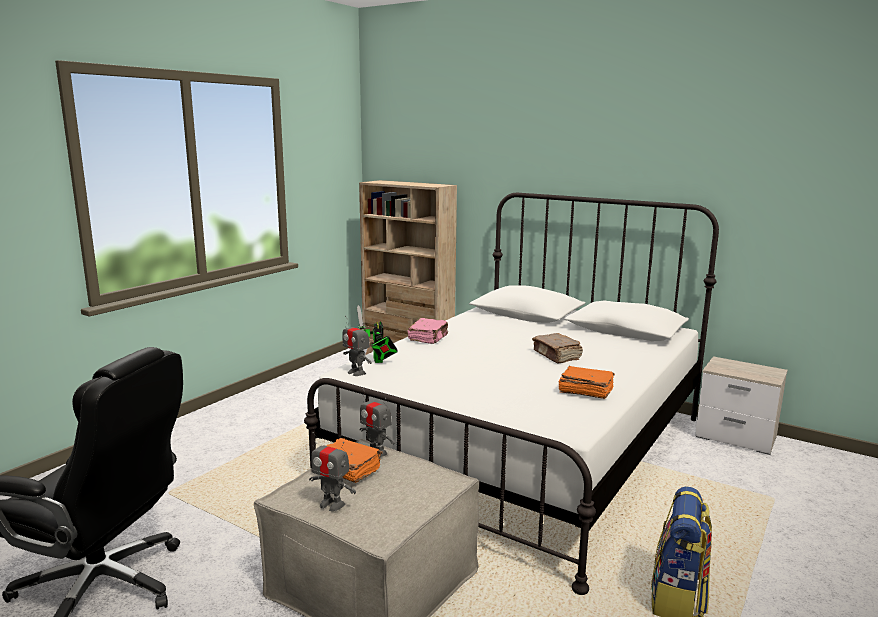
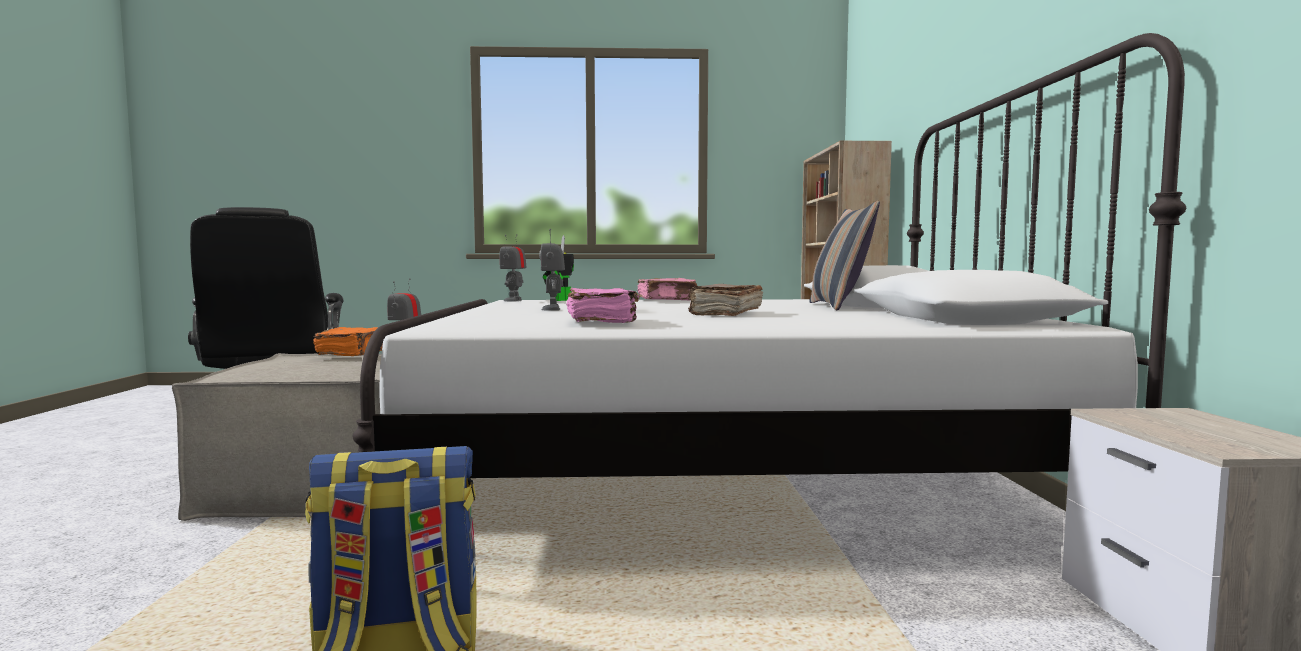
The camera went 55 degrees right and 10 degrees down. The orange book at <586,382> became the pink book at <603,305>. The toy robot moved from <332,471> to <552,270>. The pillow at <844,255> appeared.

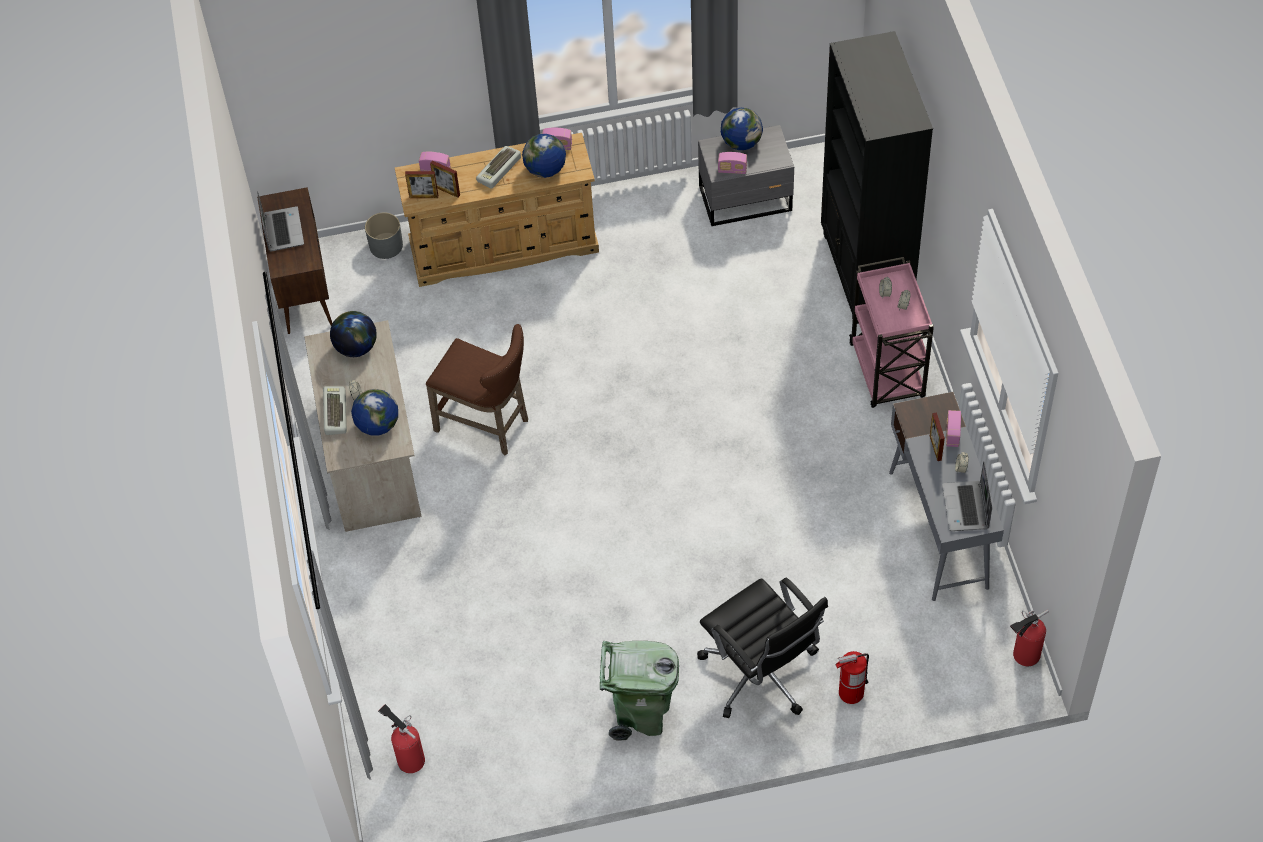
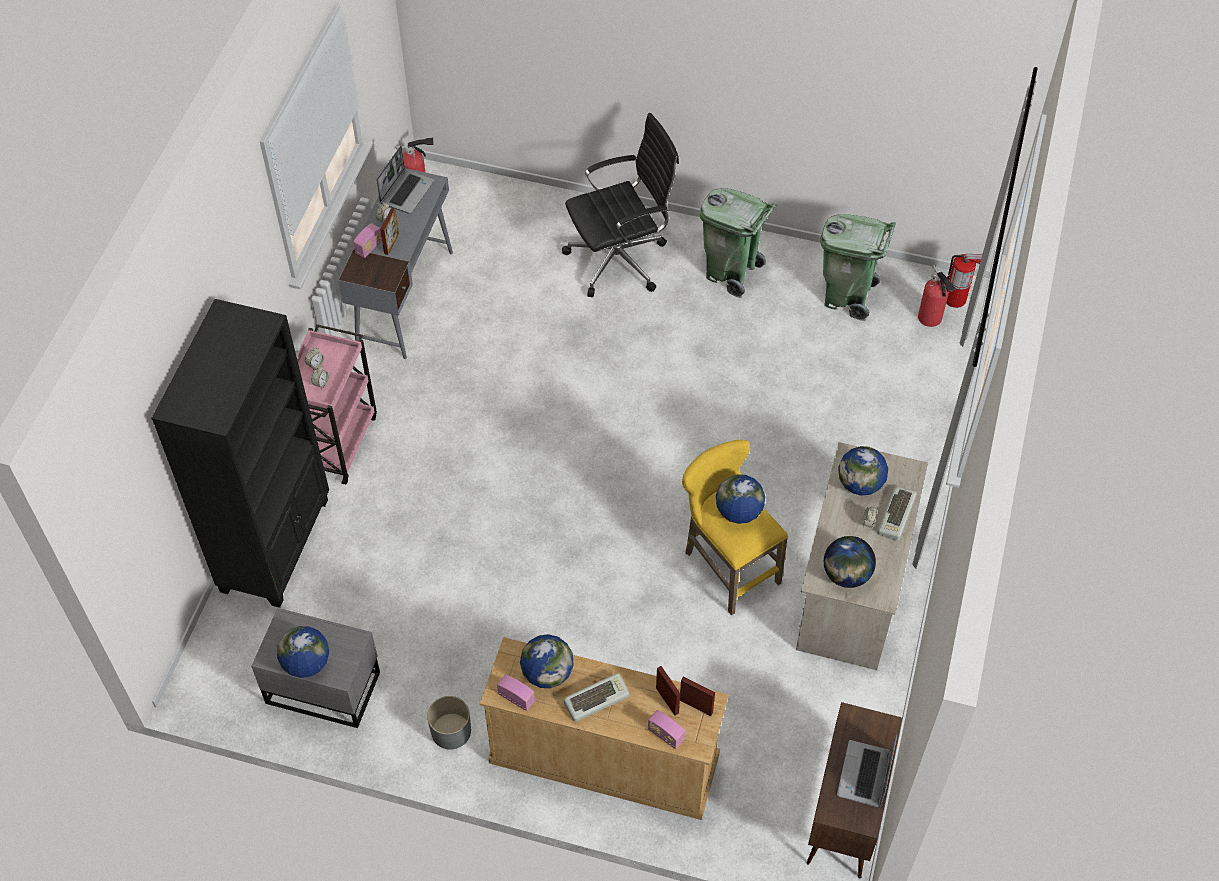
The camera went 155 degrees left and 0 degrees up. The radio at <732,163> disappeared. The grey planter moved from <384,235> to <449,723>. The brown stool at <477,389> became the yellow stool at <735,527>. The black office chair at <762,647> turned 75 degrees clockwise. The fire extinguisher moved from <852,677> to <964,281>. The green trash can at <858,267> appeared. The globe at <740,499> appeared.

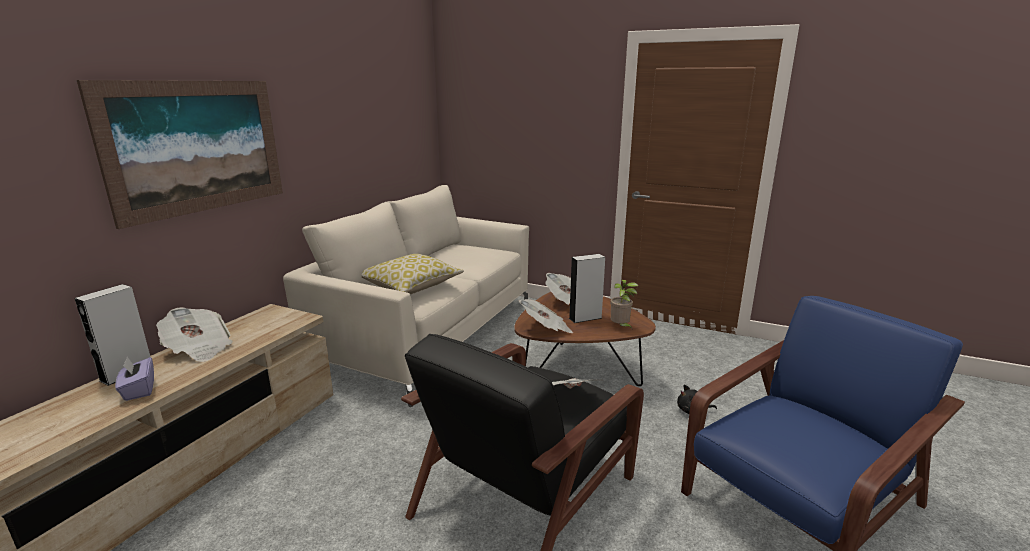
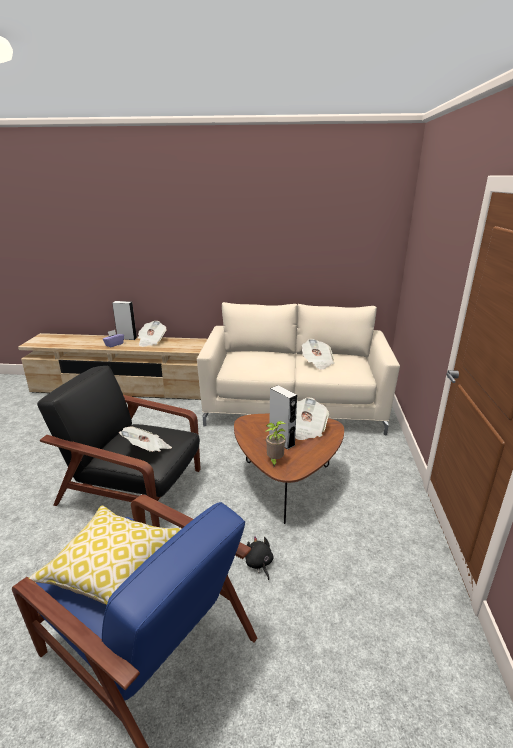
The camera went 70 degrees right and 5 degrees up. The picture at <180,154> disappeared. The pillow moved from <412,274> to <105,555>. The newspaper moved from <545,316> to <318,354>.

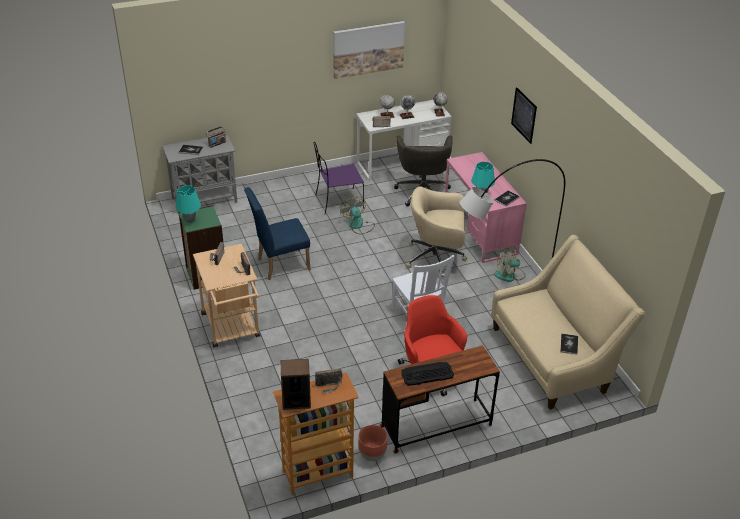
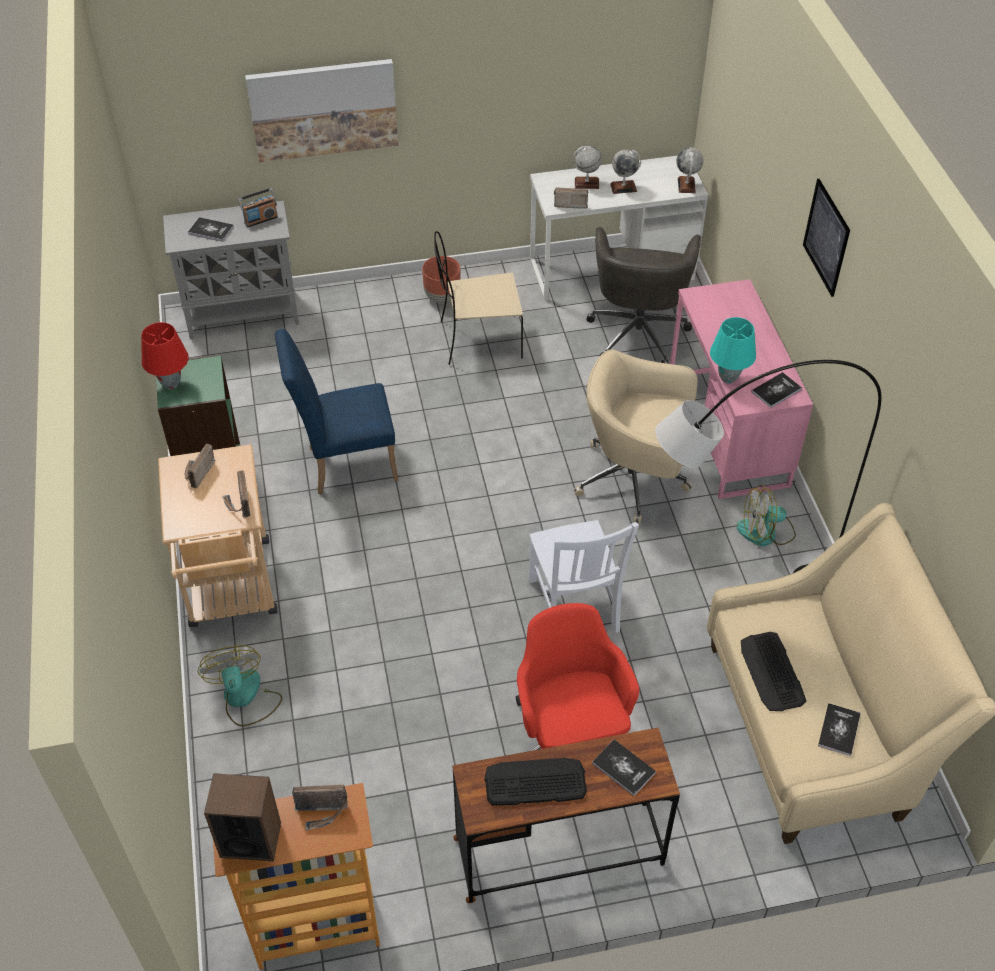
The camera went 10 degrees right and 10 degrees up. The picture moved from <369,50> to <321,110>. The purple chair at <338,178> became the beige chair at <478,298>. The turquoise table lamp at <188,204> became the red table lamp at <165,355>. The fan moved from <357,215> to <240,685>. The brown planter moved from <373,443> to <441,279>. The keyboard at <773,671> appeared. The book at <624,768> appeared.

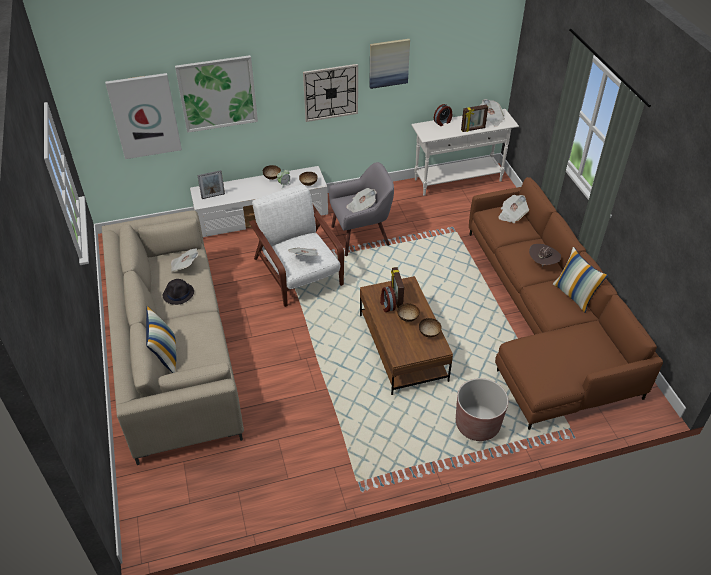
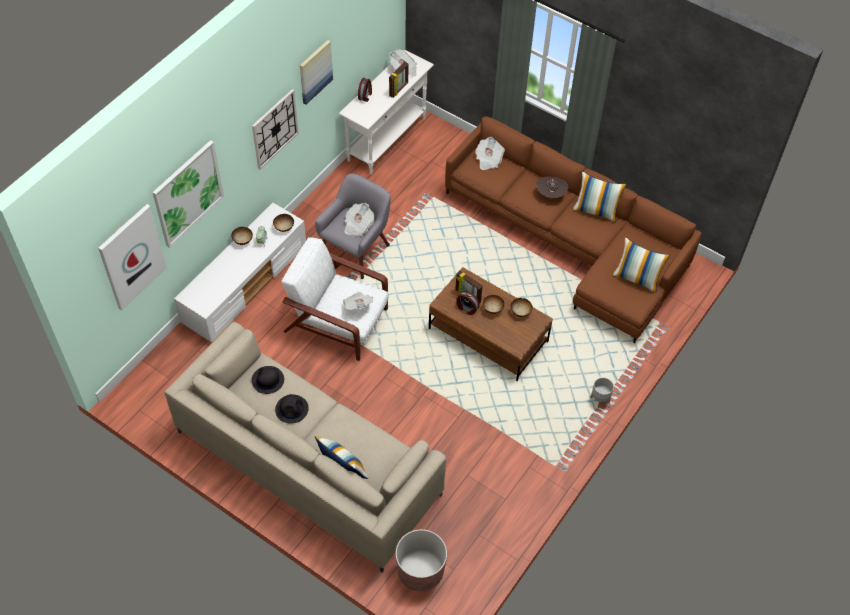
The camera went 40 degrees left and 10 degrees up. The picture frame at <211,184> disappeared. The newspaper at <184,260> was replaced by the black hat at <267,380>. The brown planter moved from <482,409> to <421,560>. The pillow at <641,265> appeared. The grey planter at <602,393> appeared.

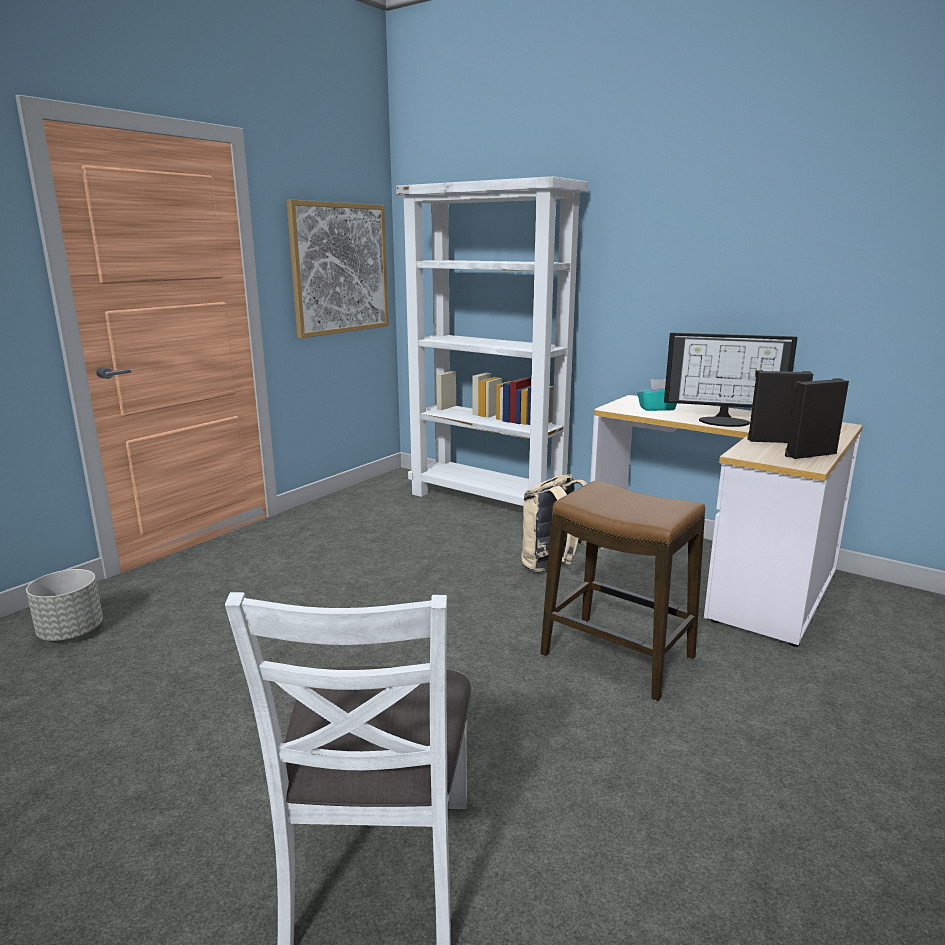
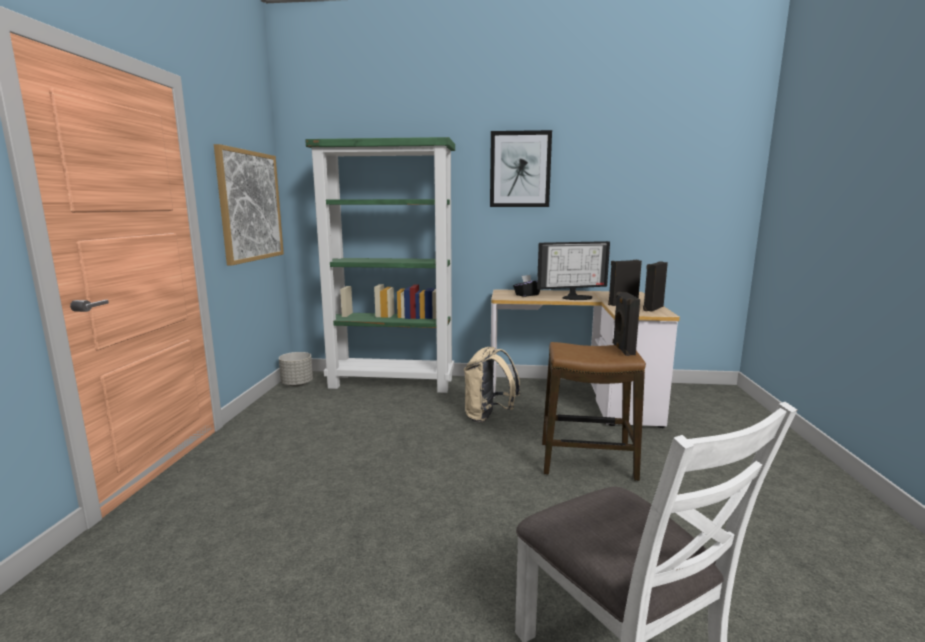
The camera went 30 degrees left and 5 degrees down. The white bookcase at <492,341> became the green bookcase at <380,265>. The turquoise tissue box at <657,395> became the black tissue box at <526,286>. The grey planter moved from <64,605> to <296,369>. The picture at <521,168> appeared. The black speaker at <626,324> appeared.

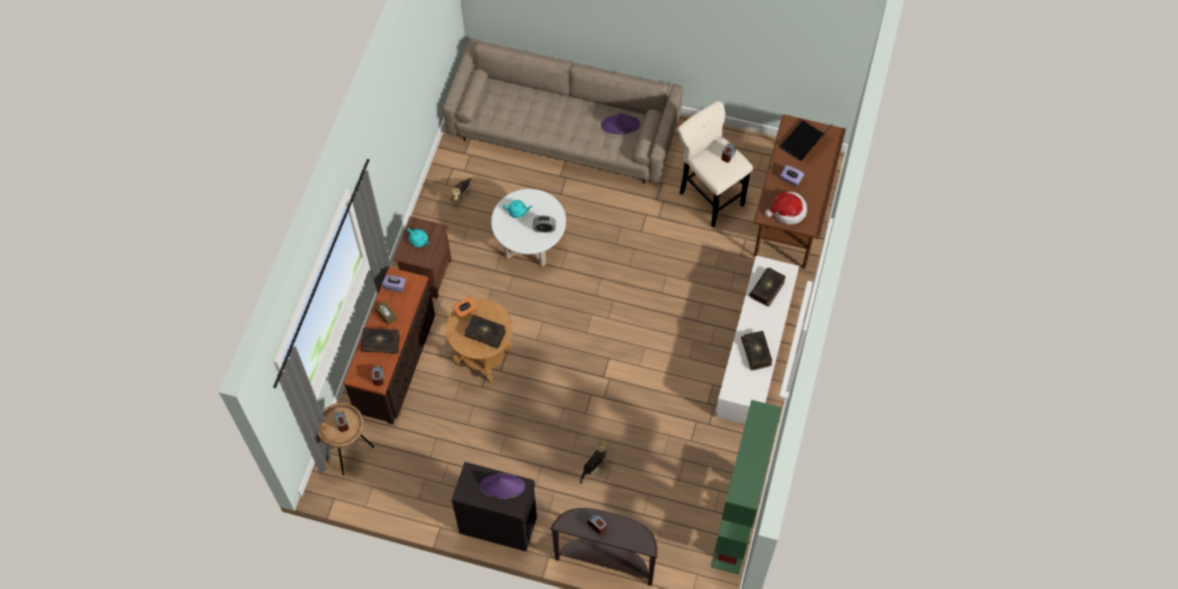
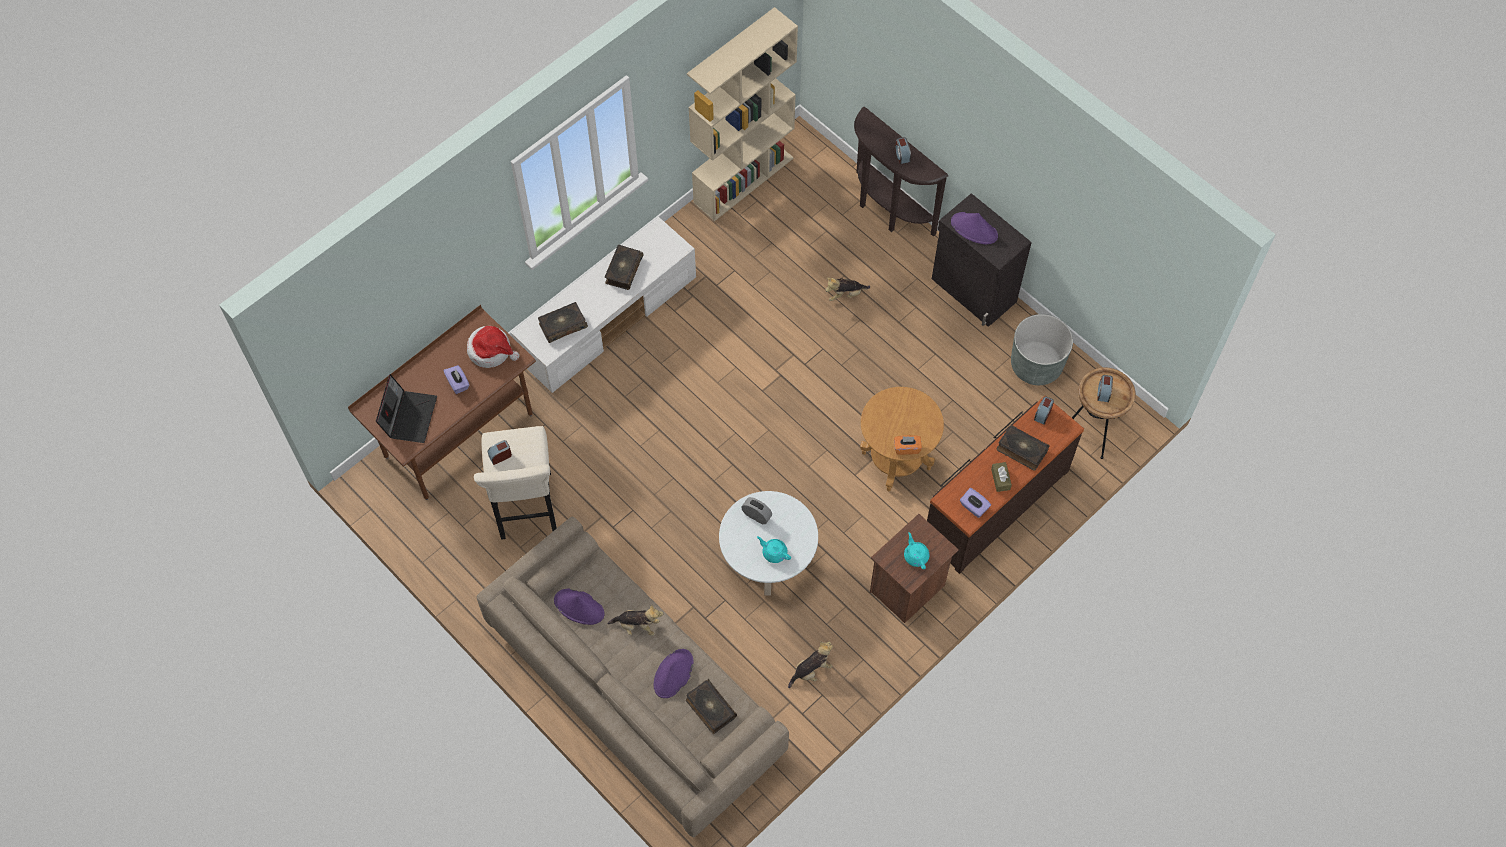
The camera went 150 degrees left and 0 degrees up. The laptop at <806,141> turned 60 degrees counterclockwise. The book moved from <485,332> to <711,706>. The green bookcase at <746,487> became the beige bookcase at <742,114>. The grey planter at <1042,349> appeared. The plush toy at <635,620> appeared. The purple hat at <674,673> appeared.

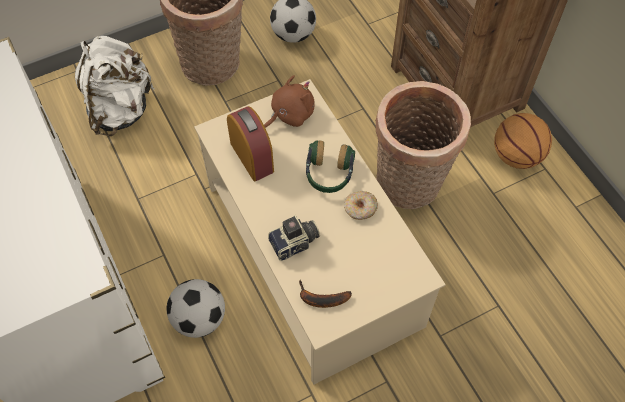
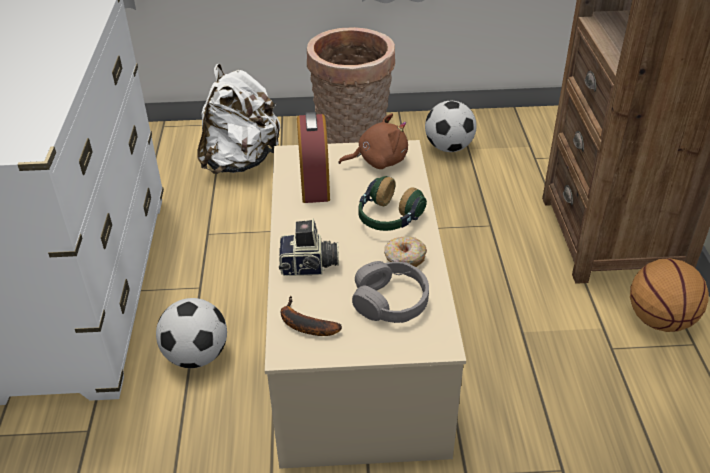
The camera went 25 degrees right and 20 degrees down. The basket at <423,145> disappeared. The grey headphones at <390,292> appeared.

